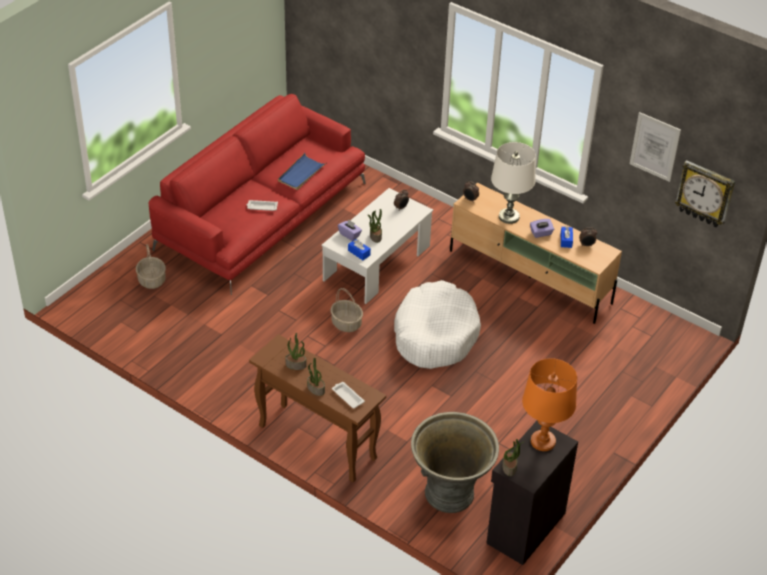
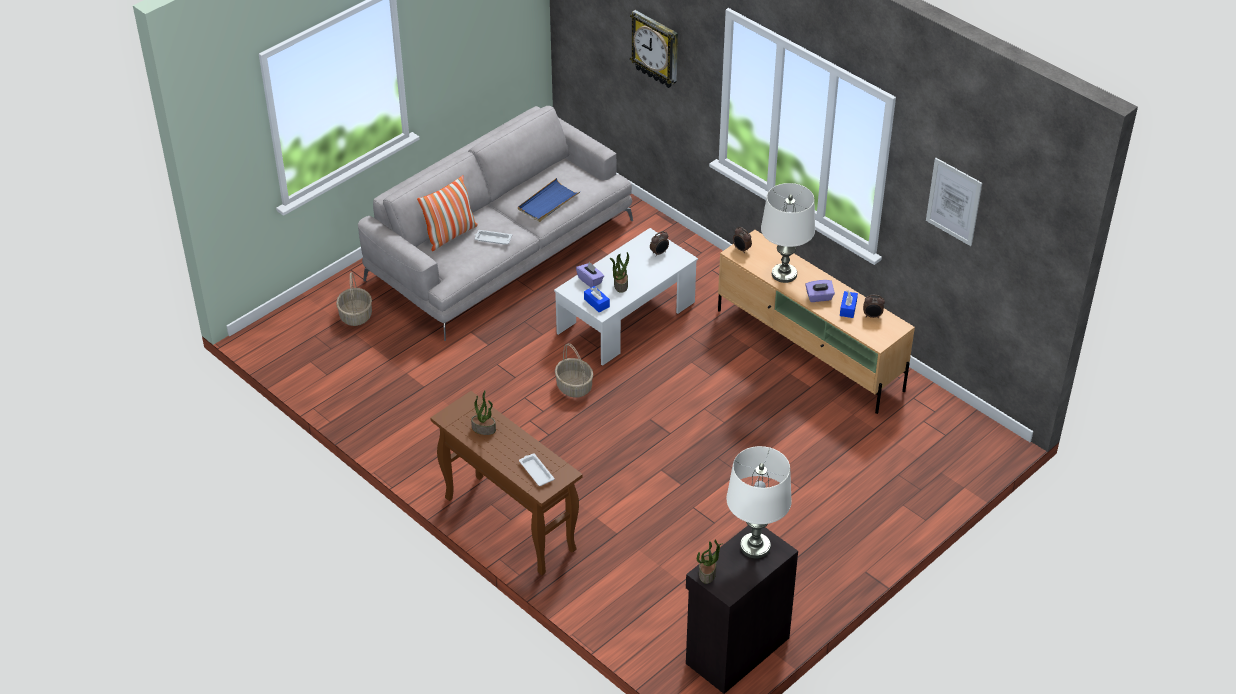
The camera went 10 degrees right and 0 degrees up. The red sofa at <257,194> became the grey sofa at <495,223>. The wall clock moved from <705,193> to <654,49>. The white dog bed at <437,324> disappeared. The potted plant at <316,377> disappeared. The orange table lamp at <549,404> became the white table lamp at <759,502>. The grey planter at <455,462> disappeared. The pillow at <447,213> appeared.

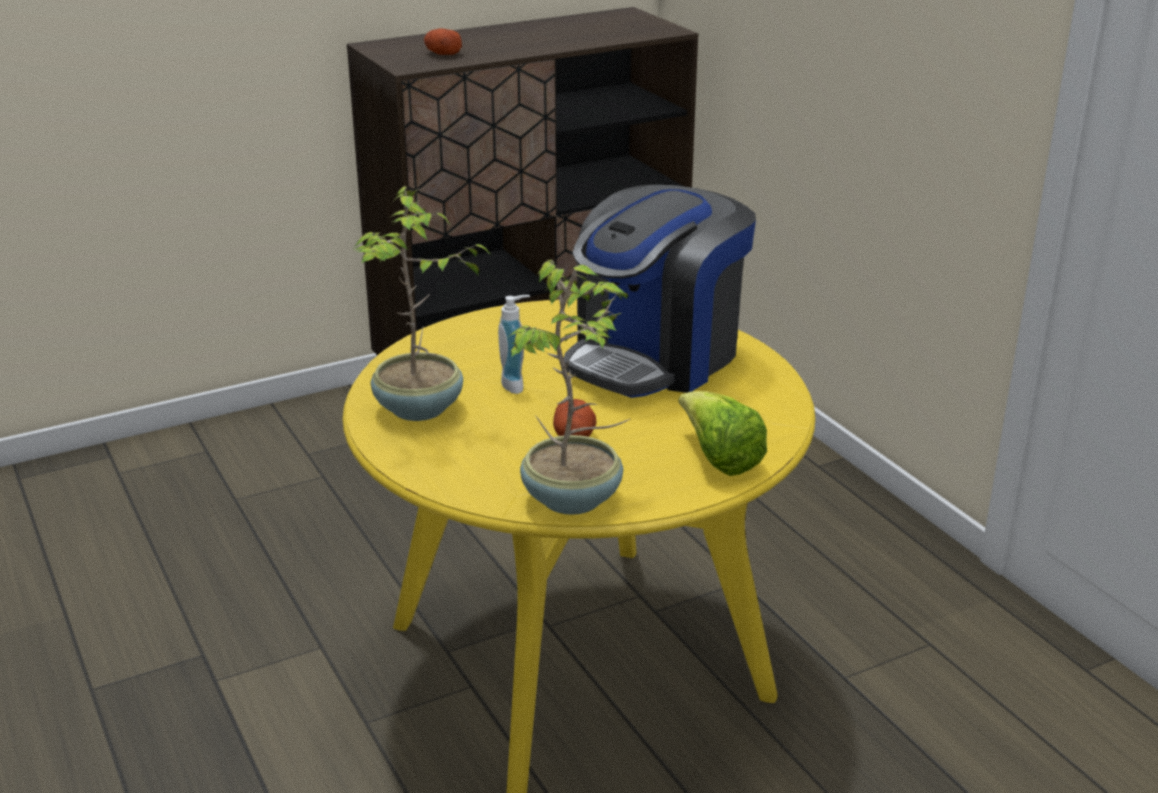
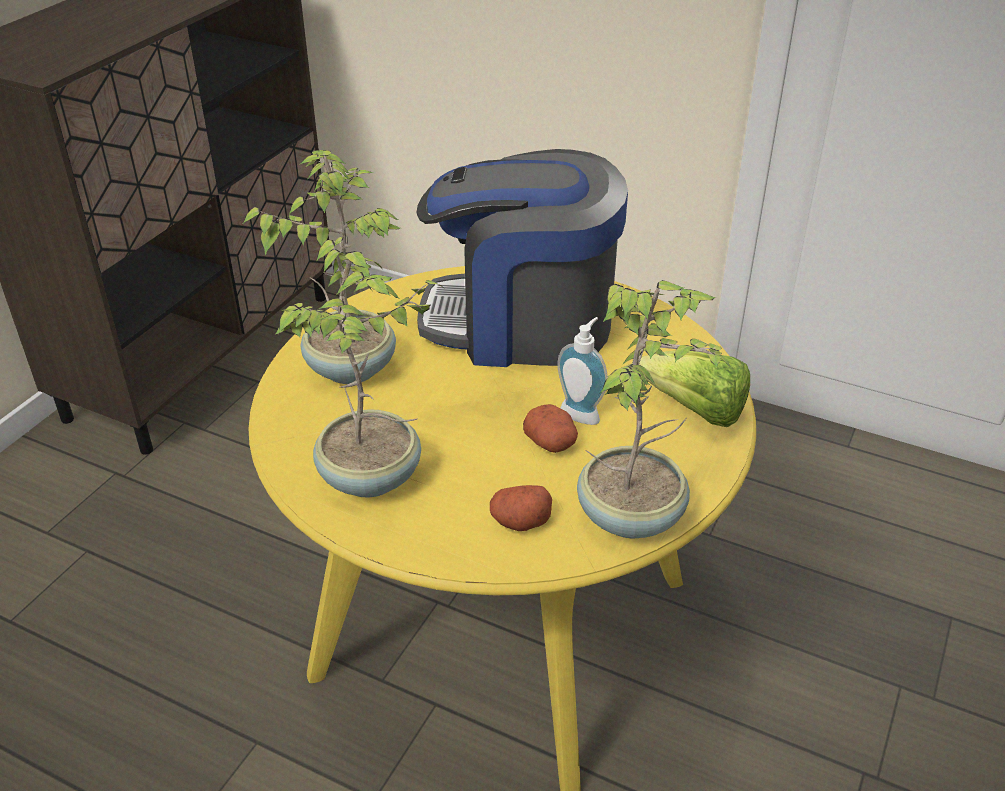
The camera went 35 degrees left and 10 degrees up. The potato moved from <443,41> to <521,508>. The coffee machine at <660,291> turned 90 degrees clockwise. The soap dispenser moved from <514,344> to <582,371>. The potted plant at <321,267> appeared.

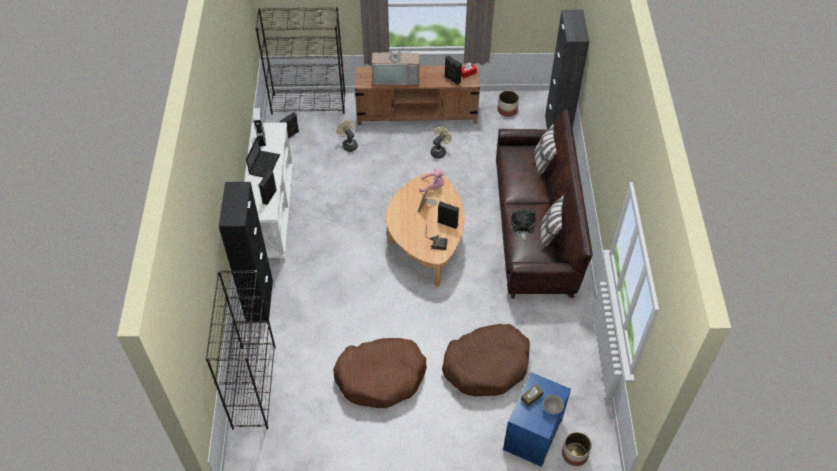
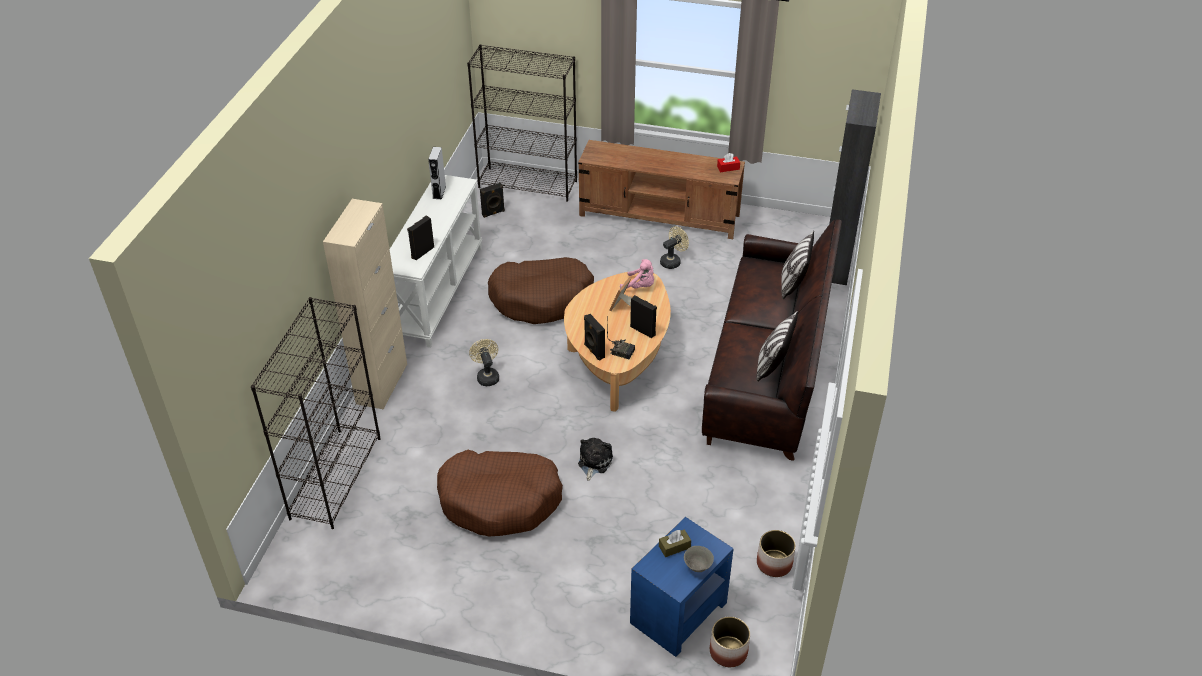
The camera went 15 degrees right and 10 degrees down. The television at <395,62> disappeared. The black speaker moved from <453,70> to <594,337>. The planter moved from <508,103> to <776,553>. The beige fan moved from <347,136> to <484,362>. The laptop at <263,156> disappeared. The black cabinet at <246,252> became the beige cabinet at <365,304>. The plush toy moved from <523,225> to <595,459>. The brown dog bed moved from <486,360> to <541,290>.

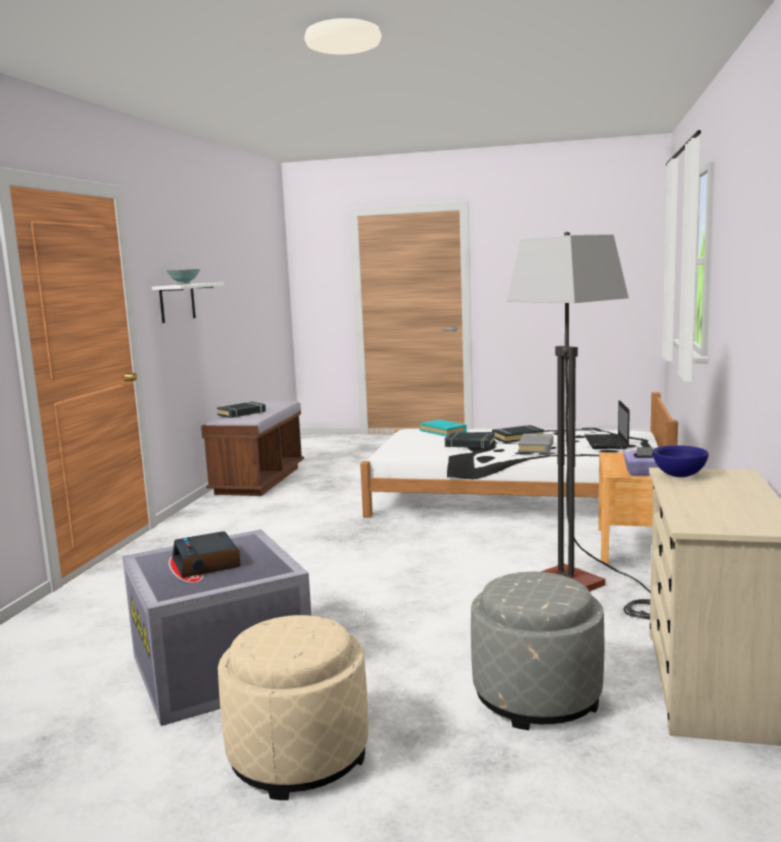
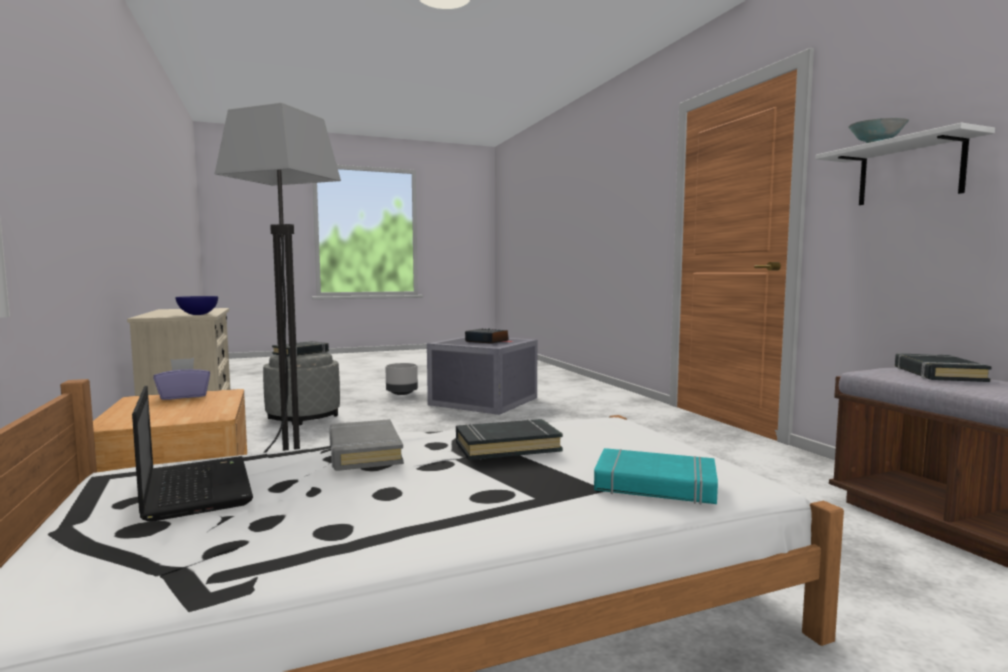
The camera went 145 degrees right and 5 degrees down. The black book moved from <518,434> to <300,349>. The beige ottoman at <293,707> was replaced by the grey planter at <401,379>.

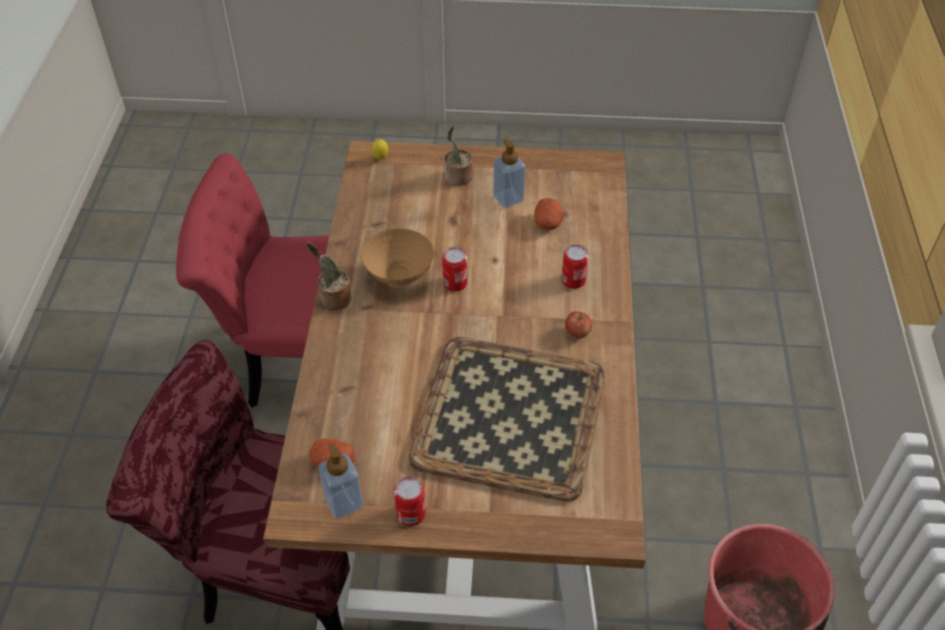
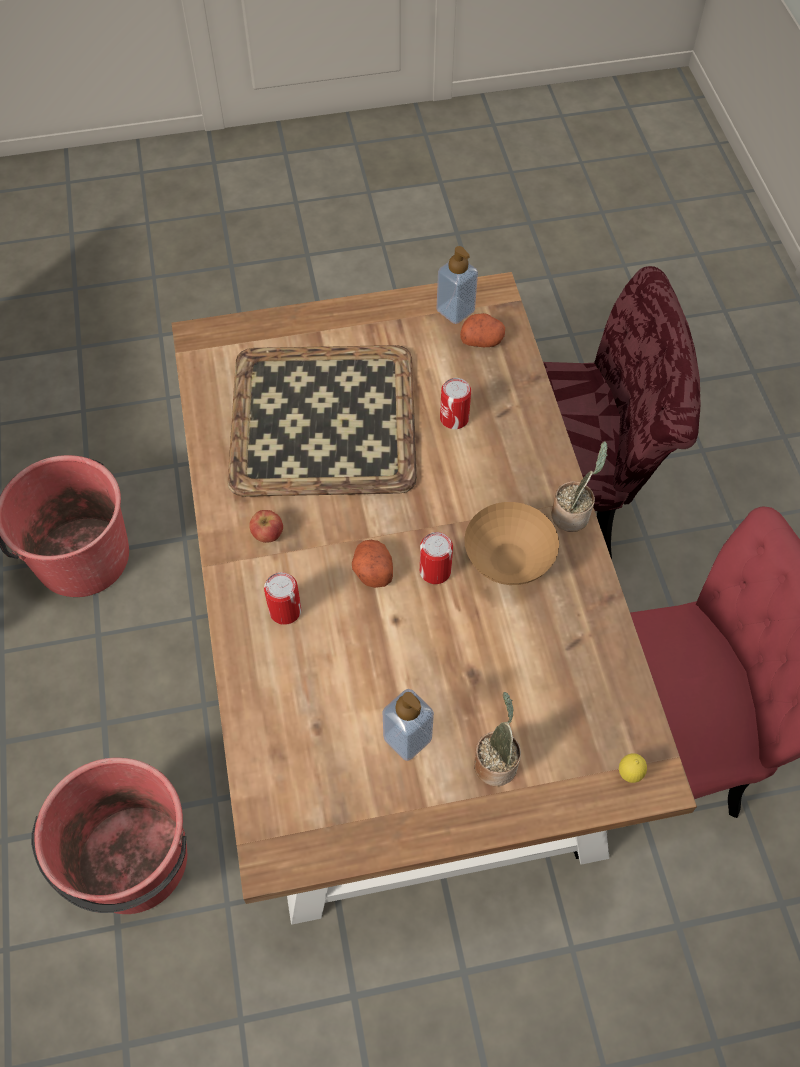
The camera went 165 degrees right and 10 degrees up. The potato moved from <549,214> to <372,564>. The can moved from <410,501> to <455,403>. The red bucket at <109,836> appeared.

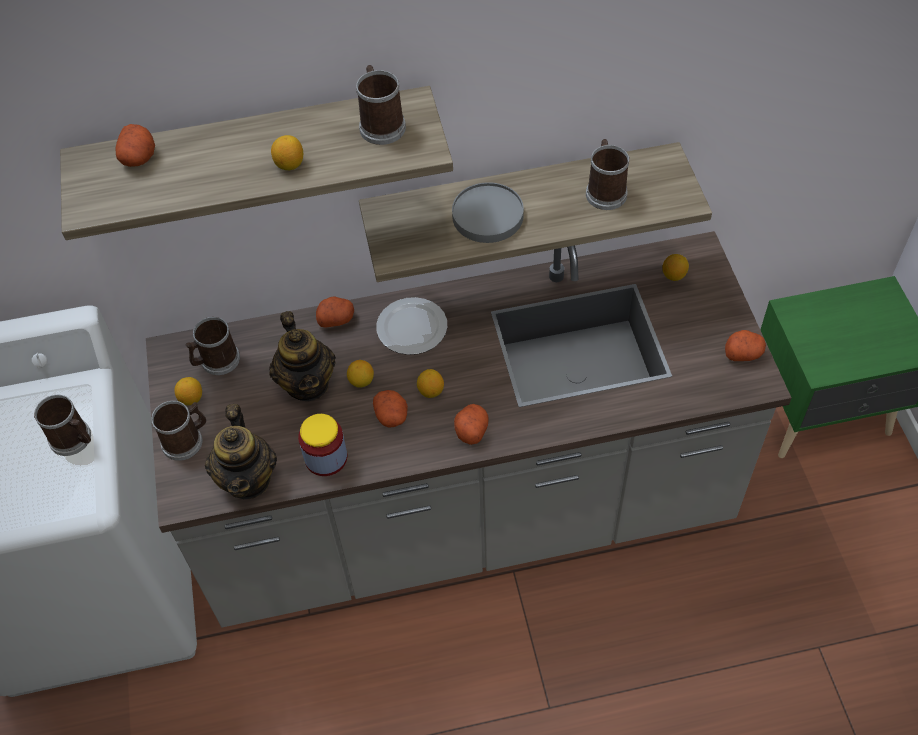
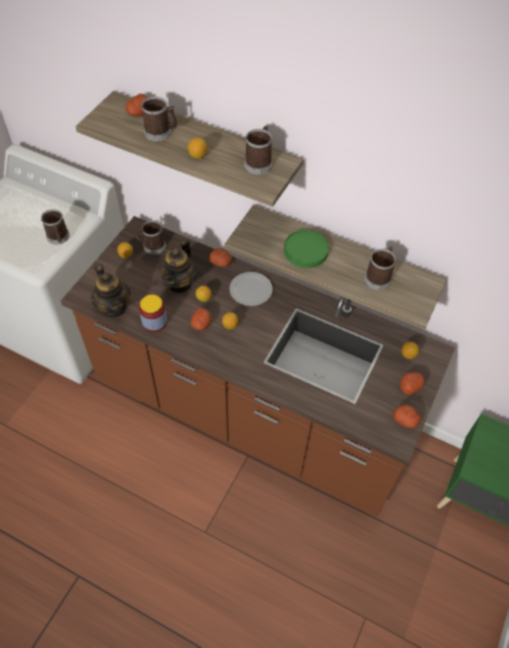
The camera went 35 degrees right and 0 degrees up. The grey plate at <488,212> became the green plate at <306,249>. The grey counter at <468,429> became the brown counter at <258,366>. The mug moved from <178,431> to <159,119>. The teapot at <241,451> turned 60 degrees counterclockwise. The potato moved from <471,424> to <412,383>.

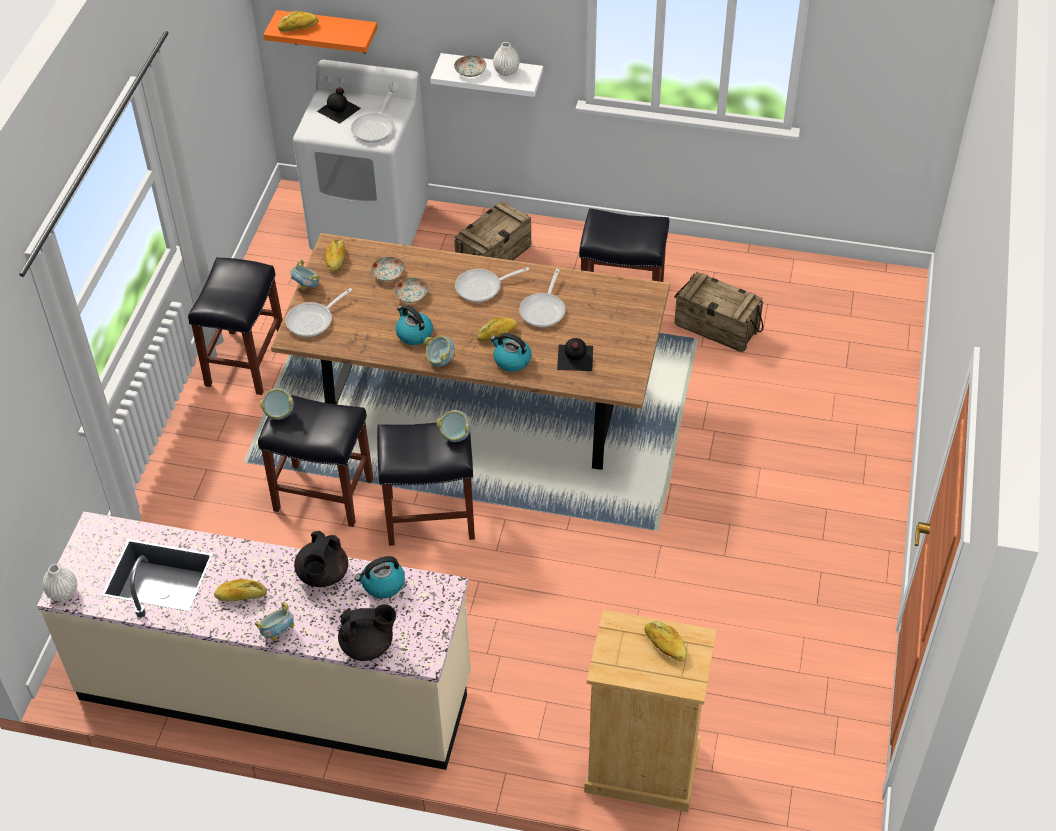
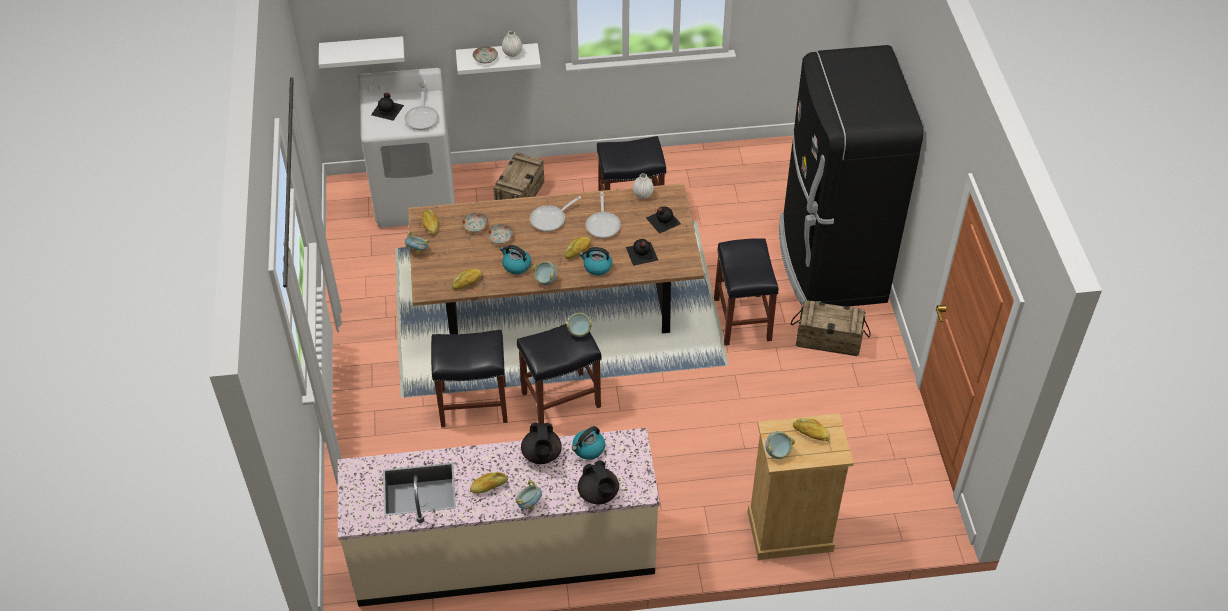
The camera went 20 degrees left and 0 degrees up. The orange shelf at <320,31> became the white shelf at <362,52>. The bread moved from <298,21> to <467,279>. The black stool moved from <235,326> to <746,291>. The crate moved from <719,312> to <831,328>. The frying pan at <318,312> disappeared. The bowl moved from <277,404> to <780,445>. The white vase moved from <60,583> to <643,186>. The black teapot at <367,632> turned 90 degrees clockwise. The black fridge at <851,176> appeared. The black bottle at <663,220> appeared.

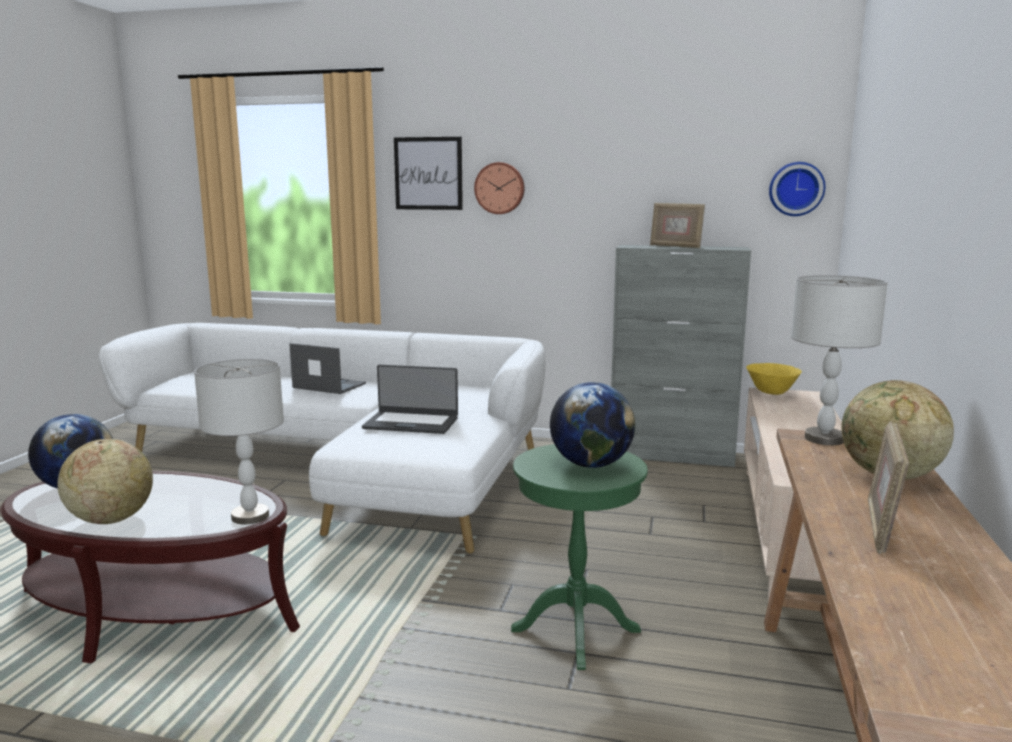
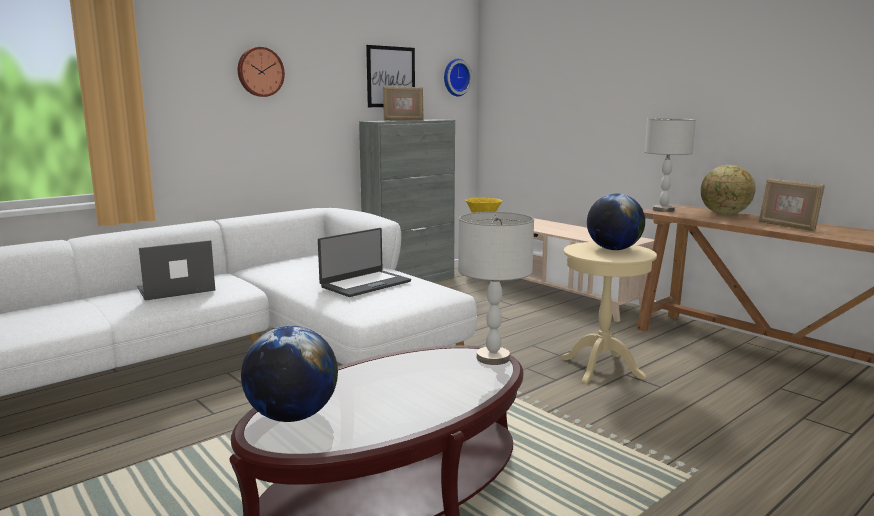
The camera went 55 degrees left and 0 degrees up. The picture moved from <428,173> to <390,76>. The globe at <105,481> disappeared. The green side table at <579,557> became the beige side table at <608,313>.

